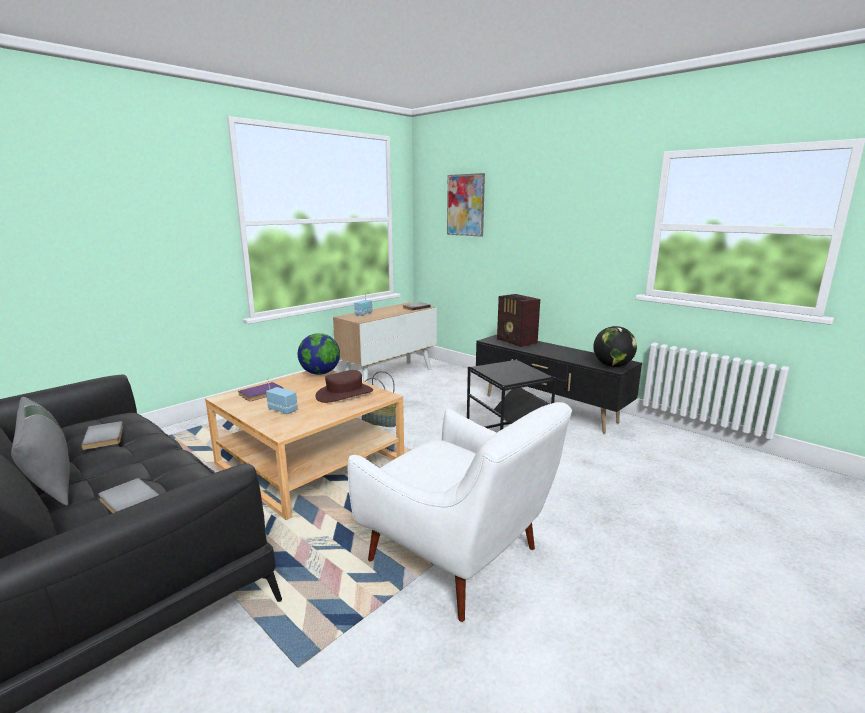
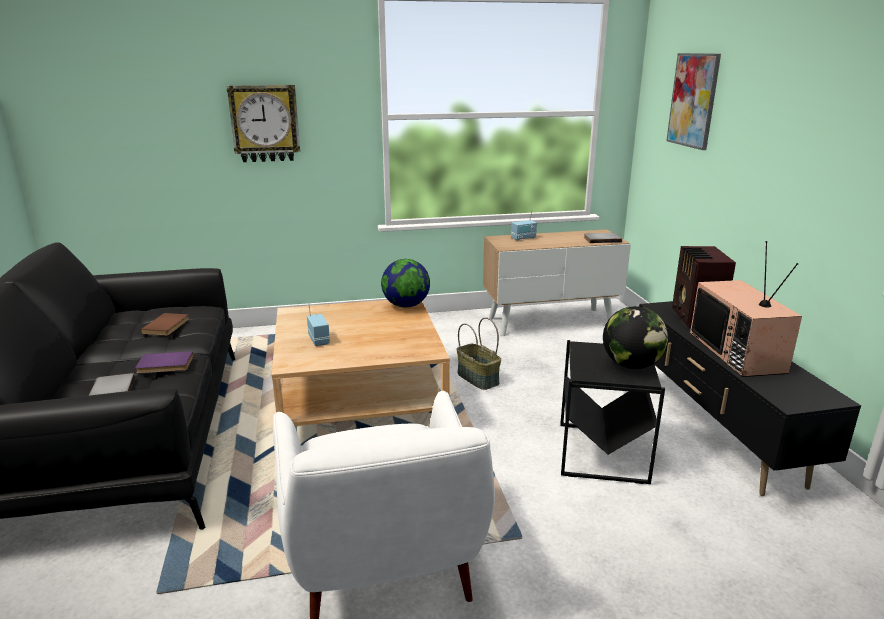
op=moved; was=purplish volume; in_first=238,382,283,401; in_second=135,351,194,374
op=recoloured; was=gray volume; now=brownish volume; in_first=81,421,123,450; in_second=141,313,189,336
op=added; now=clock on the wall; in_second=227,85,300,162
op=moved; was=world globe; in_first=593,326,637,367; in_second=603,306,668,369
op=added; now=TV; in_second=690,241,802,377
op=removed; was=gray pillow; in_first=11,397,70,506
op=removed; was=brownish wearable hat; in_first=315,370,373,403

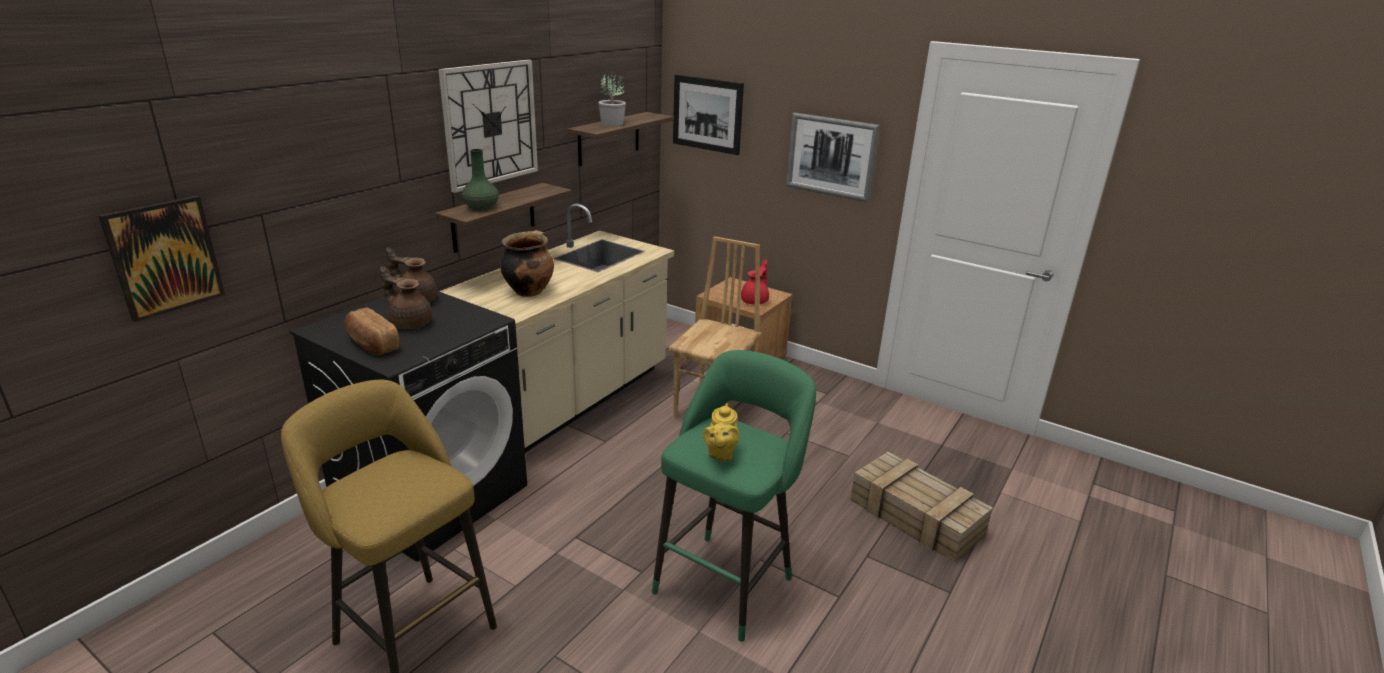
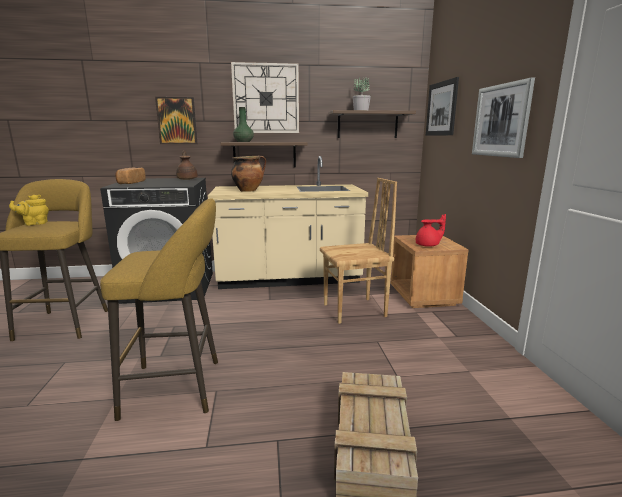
op=moved; was=yellowish teapot; in_first=703,403,739,462; in_second=9,195,49,225
op=recoloured; was=greenish stool; now=yellowish stool; in_first=652,350,816,642; in_second=100,198,218,421
op=moved; was=picture; in_first=98,195,225,322; in_second=155,97,197,144
op=removed; was=brownish teapot; in_first=380,266,432,329

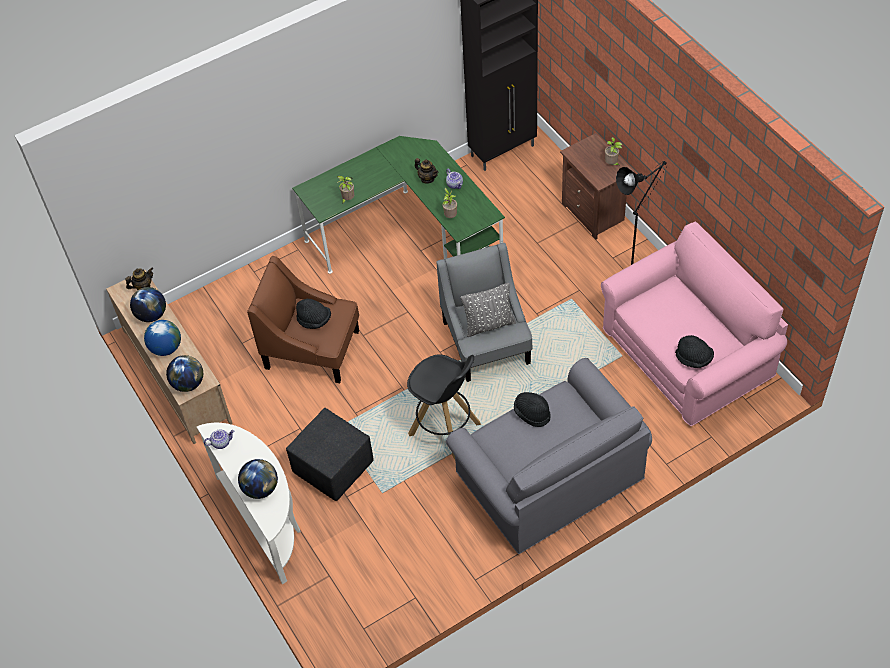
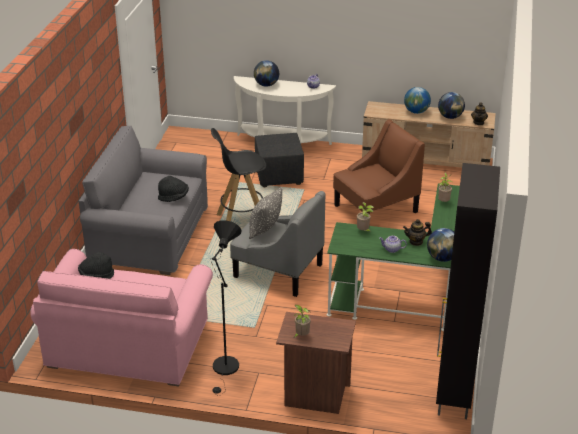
op=moved; was=world globe; in_first=166,355,203,392; in_second=427,228,454,262
op=removed; was=blackish wearable hat; in_first=296,299,331,329

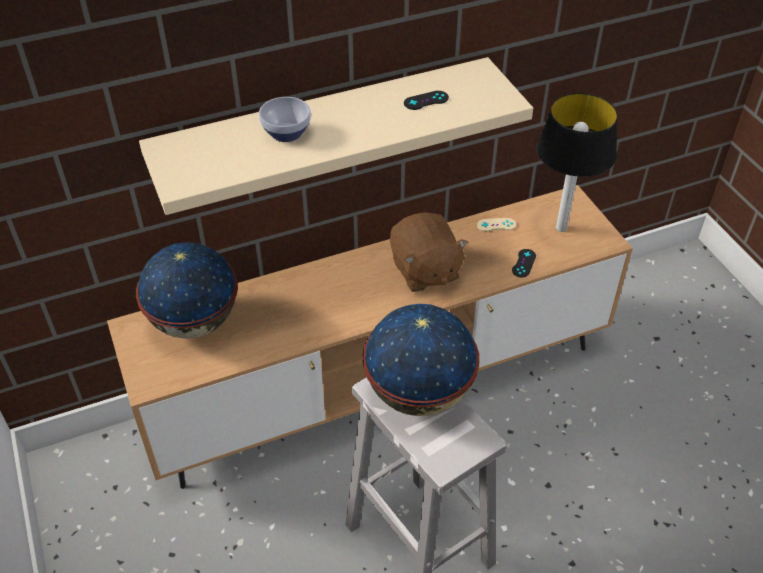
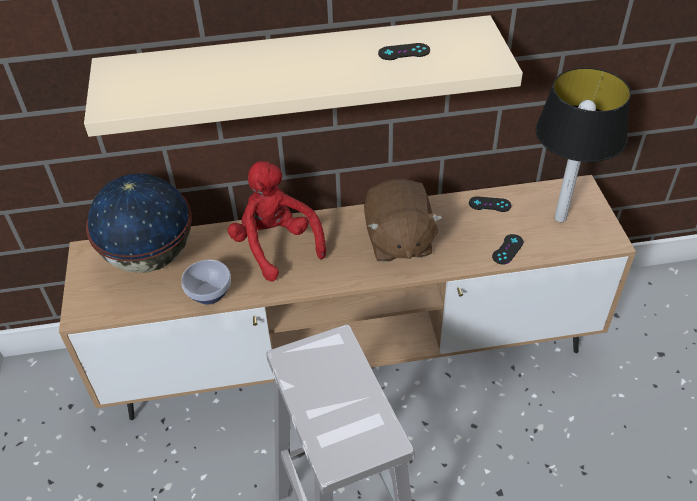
op=moved; was=bowl; in_first=259,97,311,142; in_second=181,260,231,304
op=added; now=red-coloured soft toy; in_second=228,161,326,282
op=recoloured; was=beige joypad; now=blackish joypad; in_first=477,218,516,232; in_second=469,196,512,212
op=removed; was=world globe; in_first=362,304,479,416

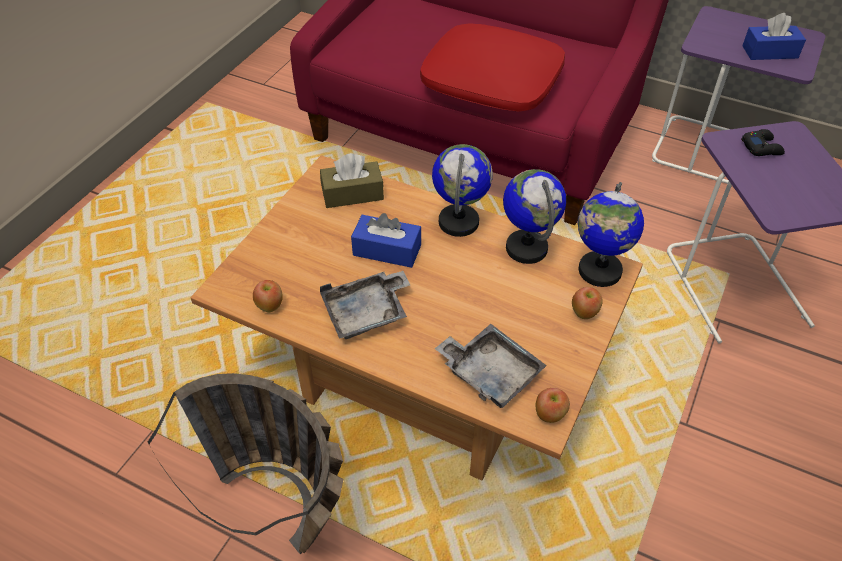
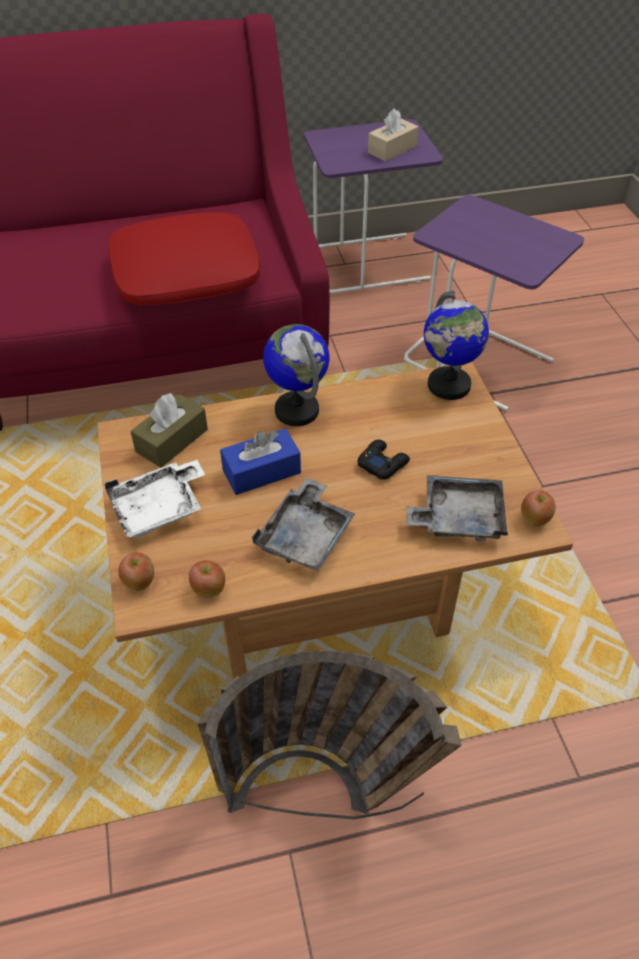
op=added; now=white serving tray; in_second=105,460,205,538
op=moved; was=whole apple; in_first=572,287,603,319; in_second=118,552,154,591
op=moved; was=blackish joypad; in_first=741,129,785,156; in_second=358,440,410,480
op=recoloured; was=blue tissue box; now=beige tissue box; in_first=742,13,806,60; in_second=368,108,419,162
op=removed; was=world globe; in_first=503,169,566,264

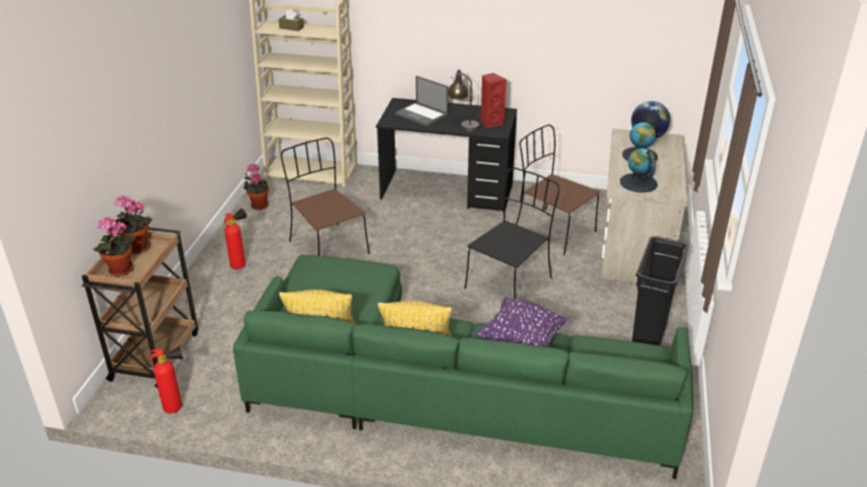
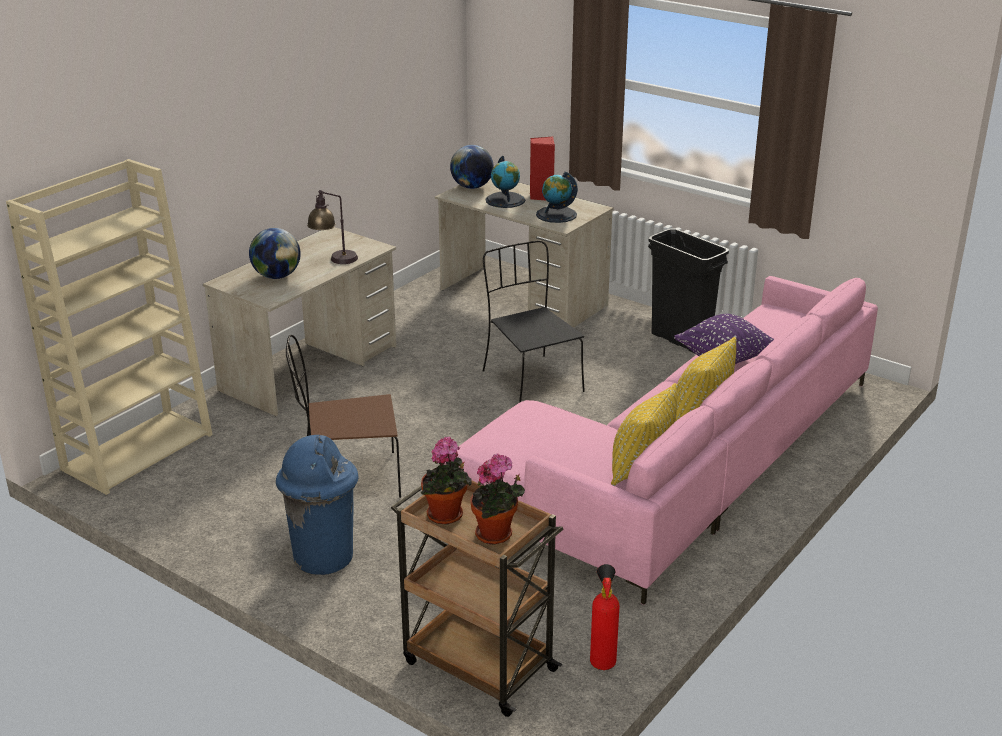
op=recoloured; was=blackish desk; now=beige desk; in_first=376,98,517,213; in_second=203,227,396,416
op=replaced; was=portable computer; now=world globe; in_first=395,76,448,126; in_second=249,228,301,279
op=replaced; was=fire-fighting cylinder; now=blue rubbish bin; in_first=224,209,247,270; in_second=276,435,358,575
op=recoloured; was=greenish couch; now=pink-coloured couch; in_first=233,254,693,479; in_second=444,276,878,605
op=moved; was=red-coloured loudspeaker; in_first=481,73,506,128; in_second=530,136,555,201
op=removed; was=houseplant; in_first=244,164,269,210
op=removed; was=brownish tissue box; in_first=278,9,304,31
op=removed; was=brownish upright chair; in_first=516,124,600,255

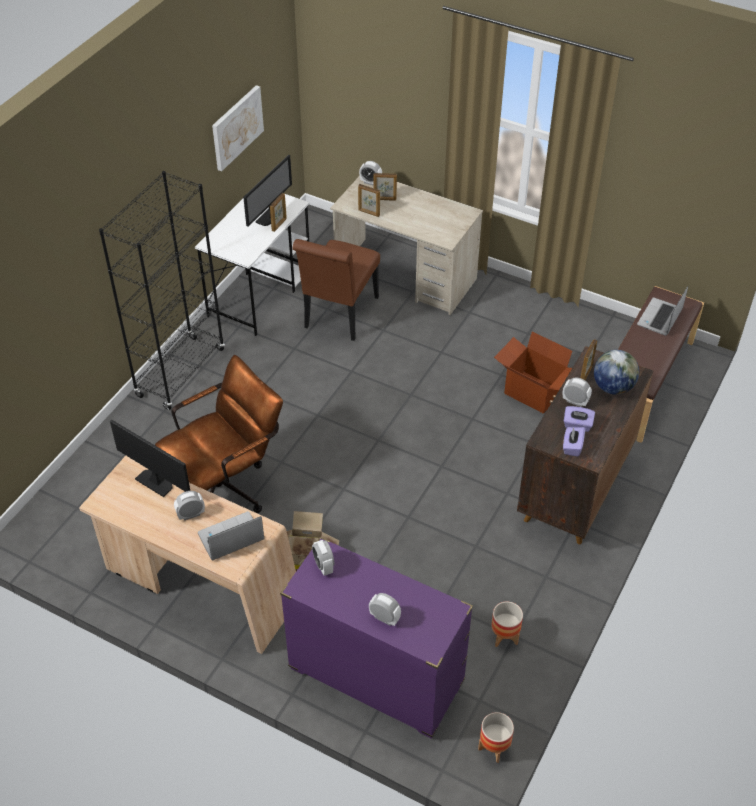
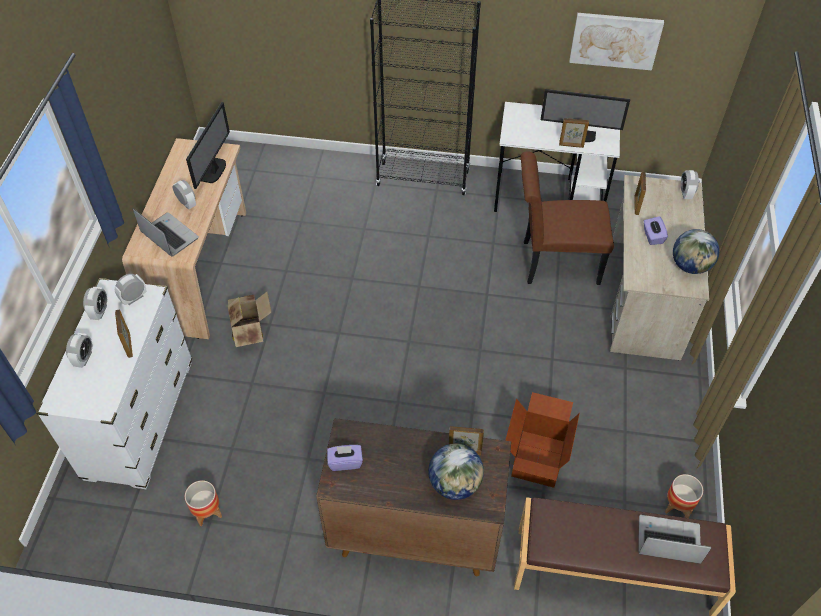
op=recoloured; was=purplish drawer chest; now=white drawer chest; in_first=280,537,473,739; in_second=36,278,192,489
op=moved; was=table clock; in_first=563,378,592,407; in_second=83,287,108,320
op=moved; was=photo frame; in_first=374,173,397,201; in_second=115,309,133,358
op=moved; was=purplish tissue box; in_first=564,406,595,432; in_second=644,216,668,245
op=moved; was=flower pot; in_first=478,712,514,763; in_second=665,474,703,518
op=added; now=world globe; in_second=673,229,720,274
op=removed; was=brownish office chair; in_first=155,355,283,513

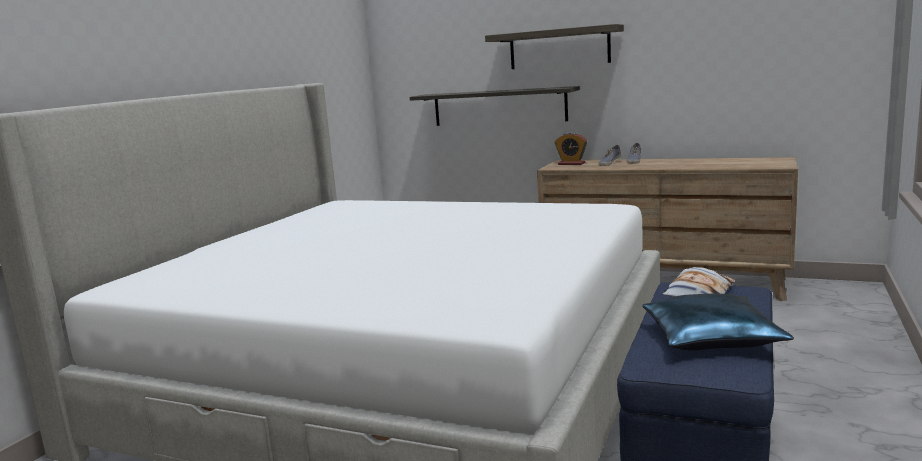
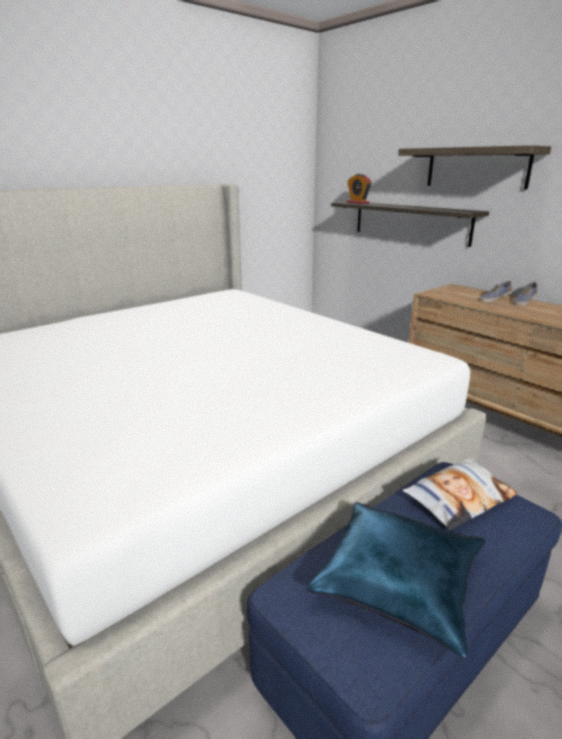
op=moved; was=table clock; in_first=555,132,587,165; in_second=347,174,372,204

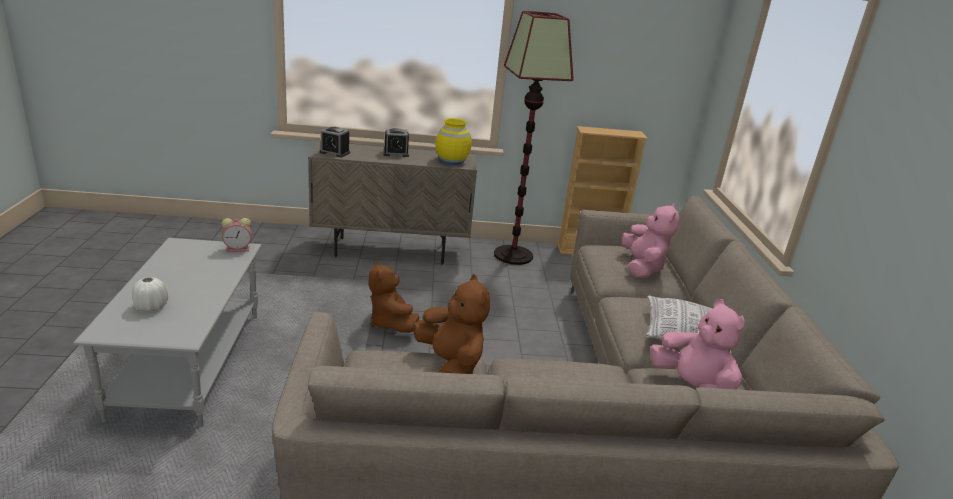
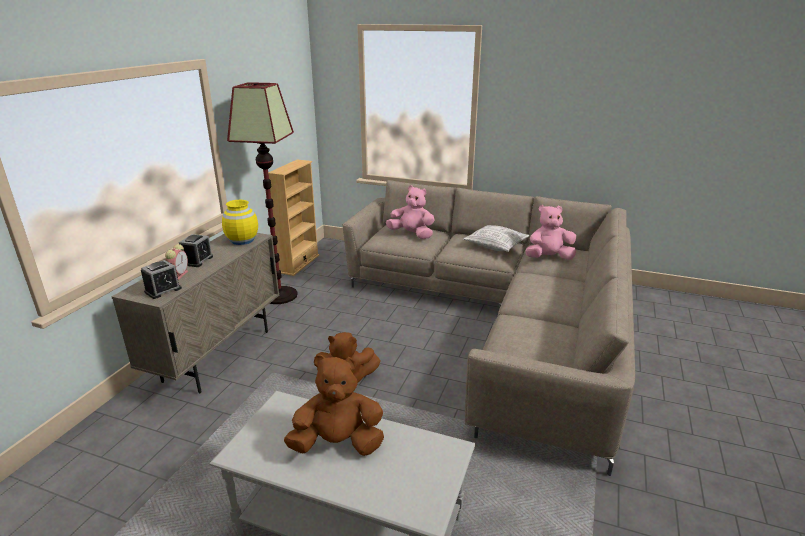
op=moved; was=table clock; in_first=222,218,252,252; in_second=165,244,188,280
op=moved; was=brownish soft toy; in_first=413,274,490,374; in_second=284,355,384,456
op=removed; was=white vase; in_first=132,277,168,312

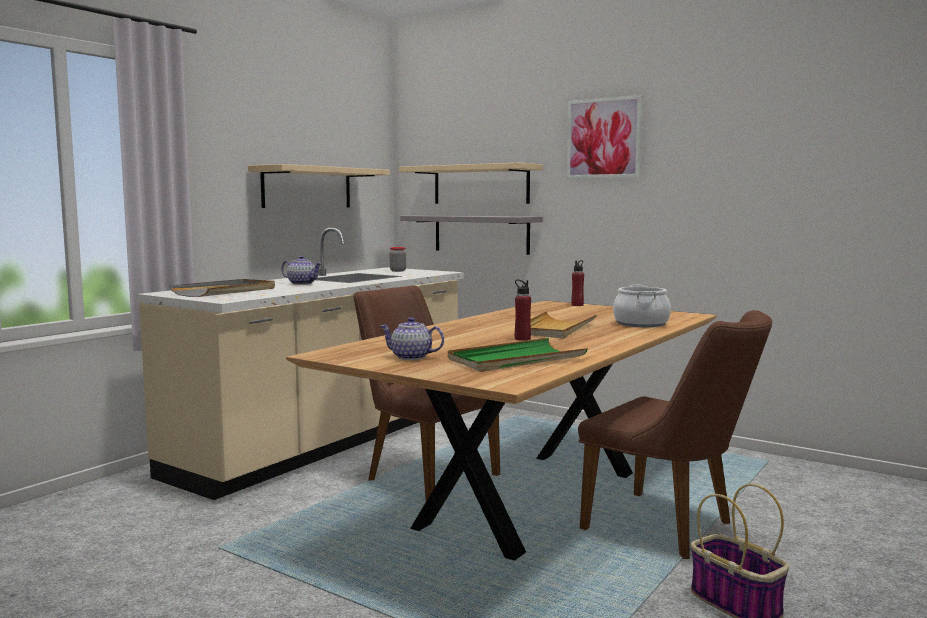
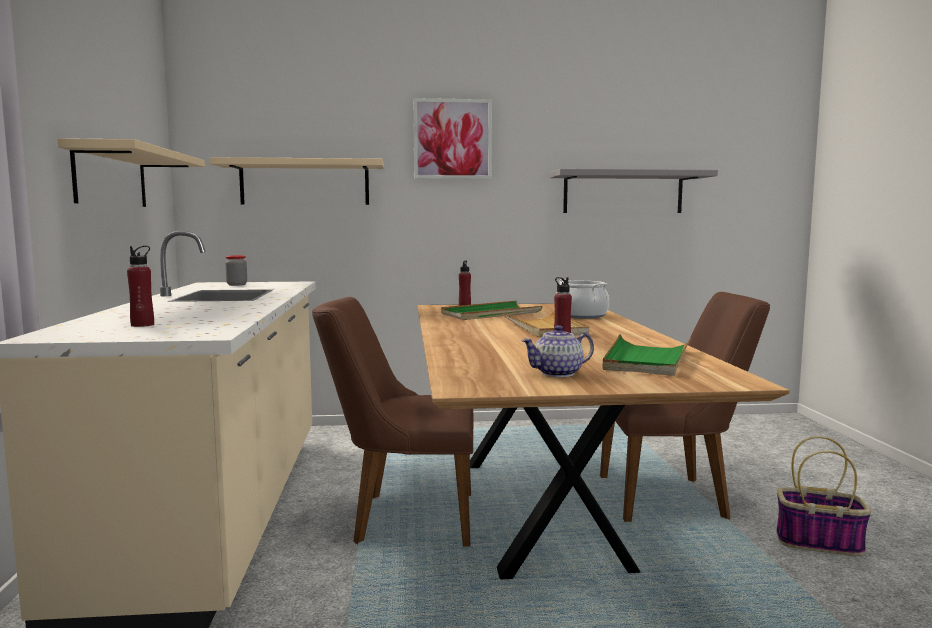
op=replaced; was=gray serving tray; now=red-coloured bottle; in_first=169,279,275,297; in_second=127,246,154,327
op=added; now=greenish serving tray; in_second=441,301,542,320
op=moved; was=gray shelf; in_first=400,215,543,255; in_second=549,169,718,213
op=removed; was=teapot; in_first=281,256,322,285

